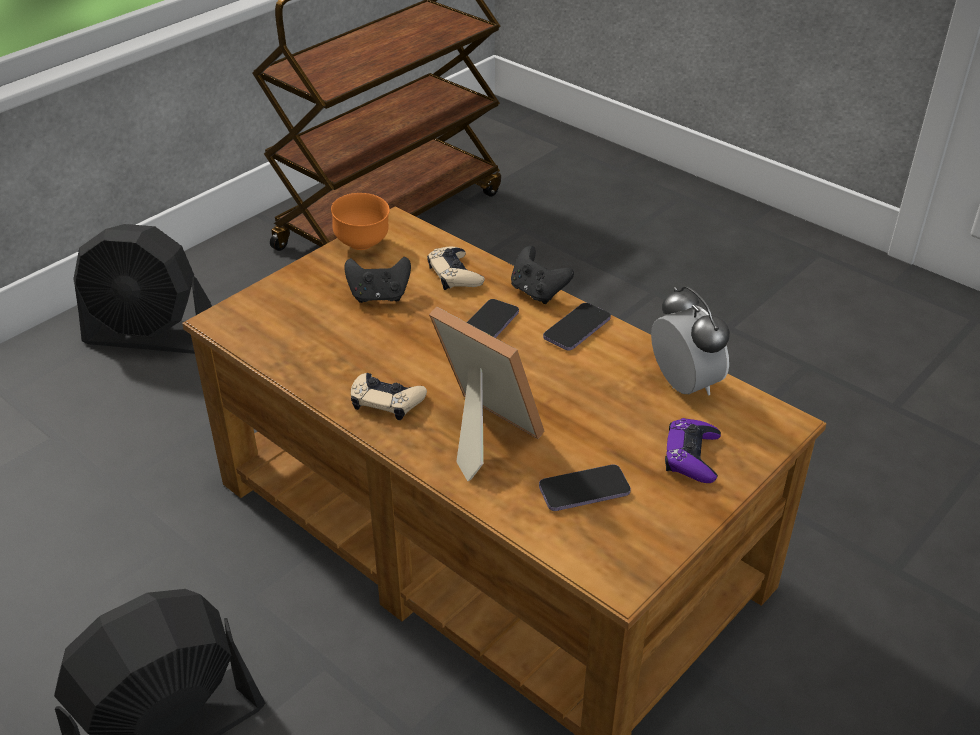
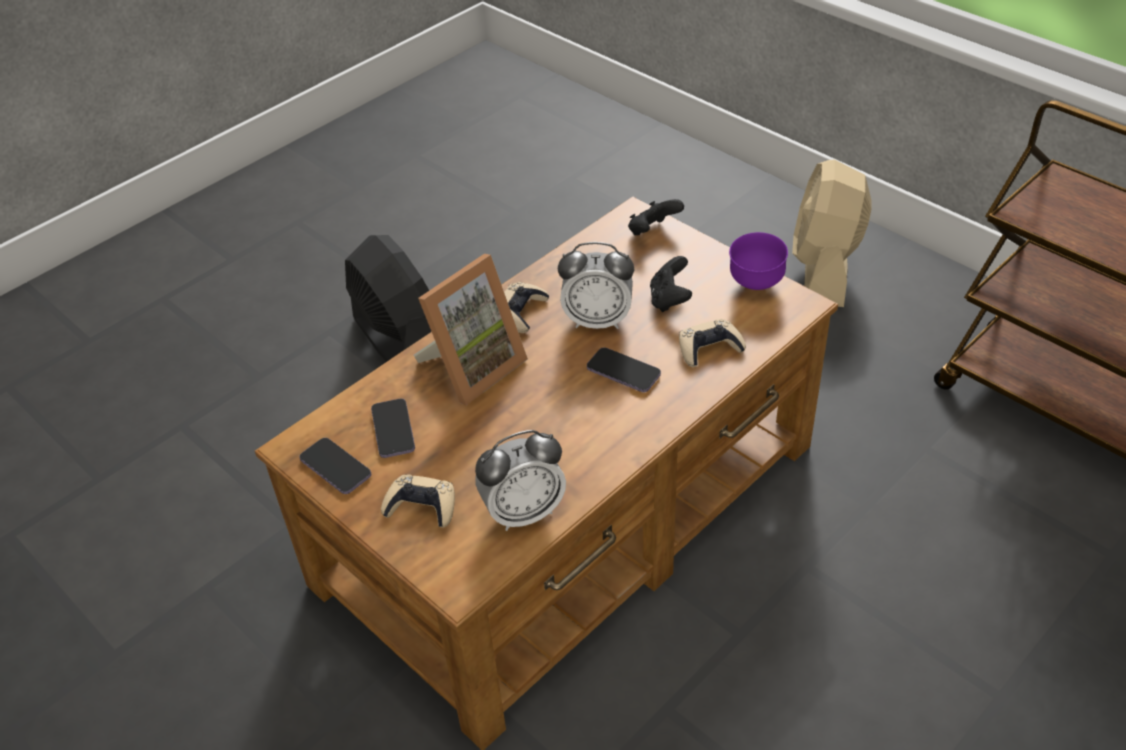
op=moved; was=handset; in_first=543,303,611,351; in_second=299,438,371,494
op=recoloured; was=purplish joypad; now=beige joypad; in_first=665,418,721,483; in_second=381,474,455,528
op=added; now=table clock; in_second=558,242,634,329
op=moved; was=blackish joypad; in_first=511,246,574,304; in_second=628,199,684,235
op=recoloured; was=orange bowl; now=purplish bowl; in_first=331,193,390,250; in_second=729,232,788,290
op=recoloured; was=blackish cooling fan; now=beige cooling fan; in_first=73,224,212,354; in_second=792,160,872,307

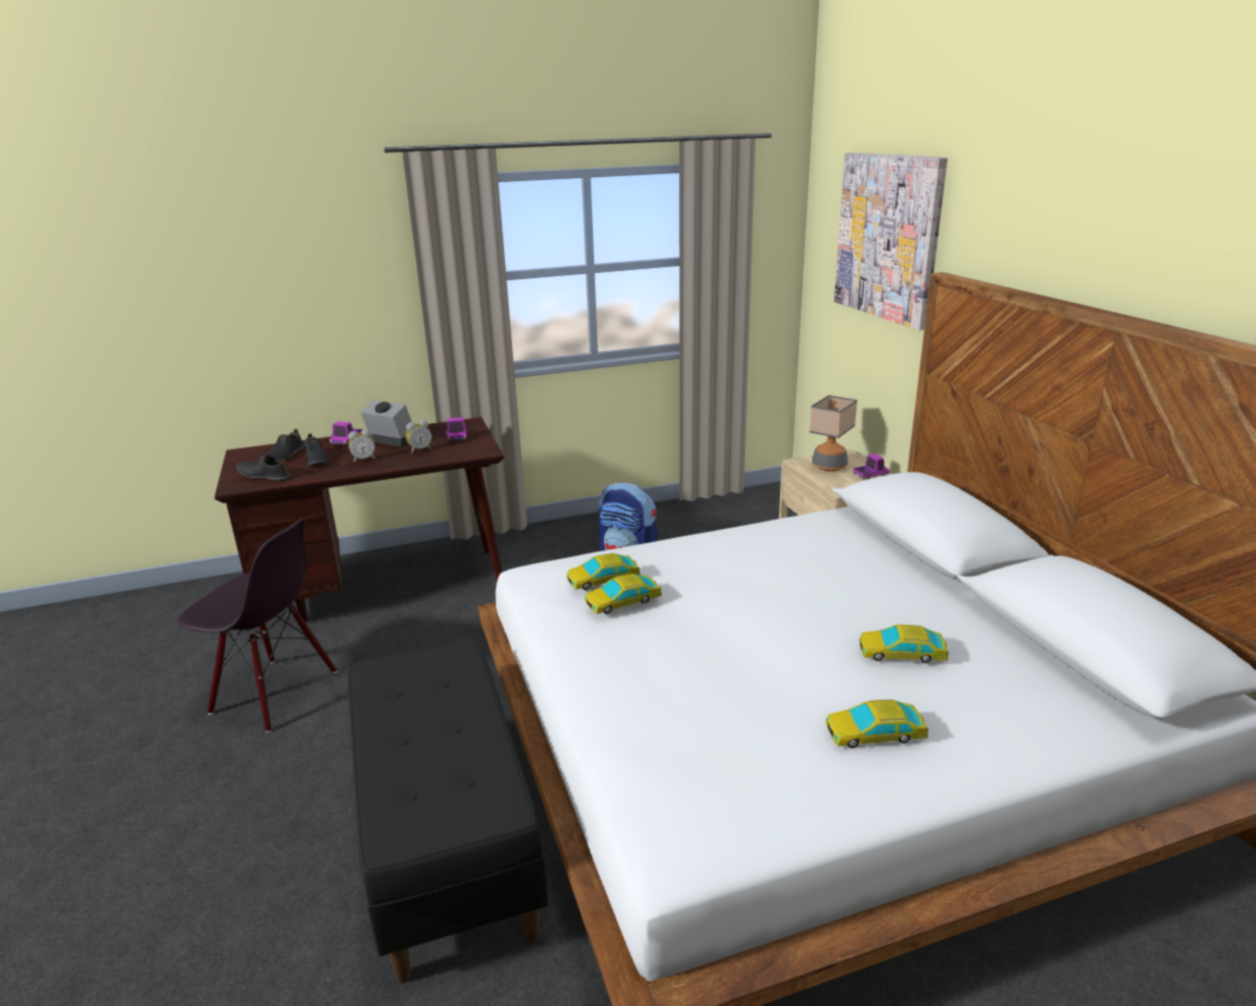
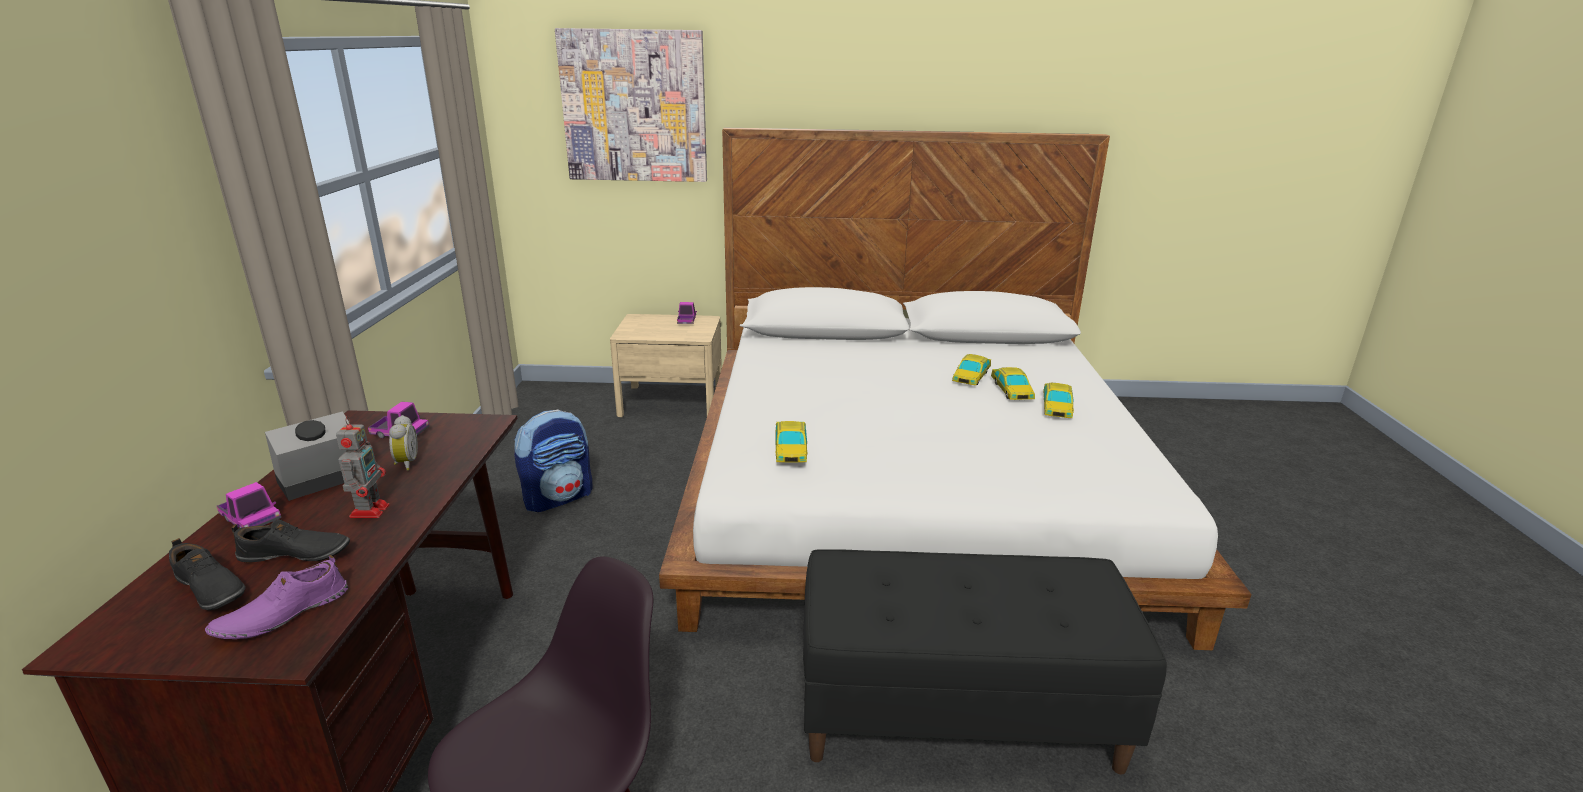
op=recoloured; was=blackish shoe; now=purplish shoe; in_first=236,455,291,481; in_second=205,555,348,639
op=replaced; was=table clock; now=model robot; in_first=348,429,375,463; in_second=336,416,389,518
op=moved; was=toy car; in_first=585,573,662,614; in_second=991,367,1035,400
op=removed; was=tabletop lamp; in_first=809,395,857,471

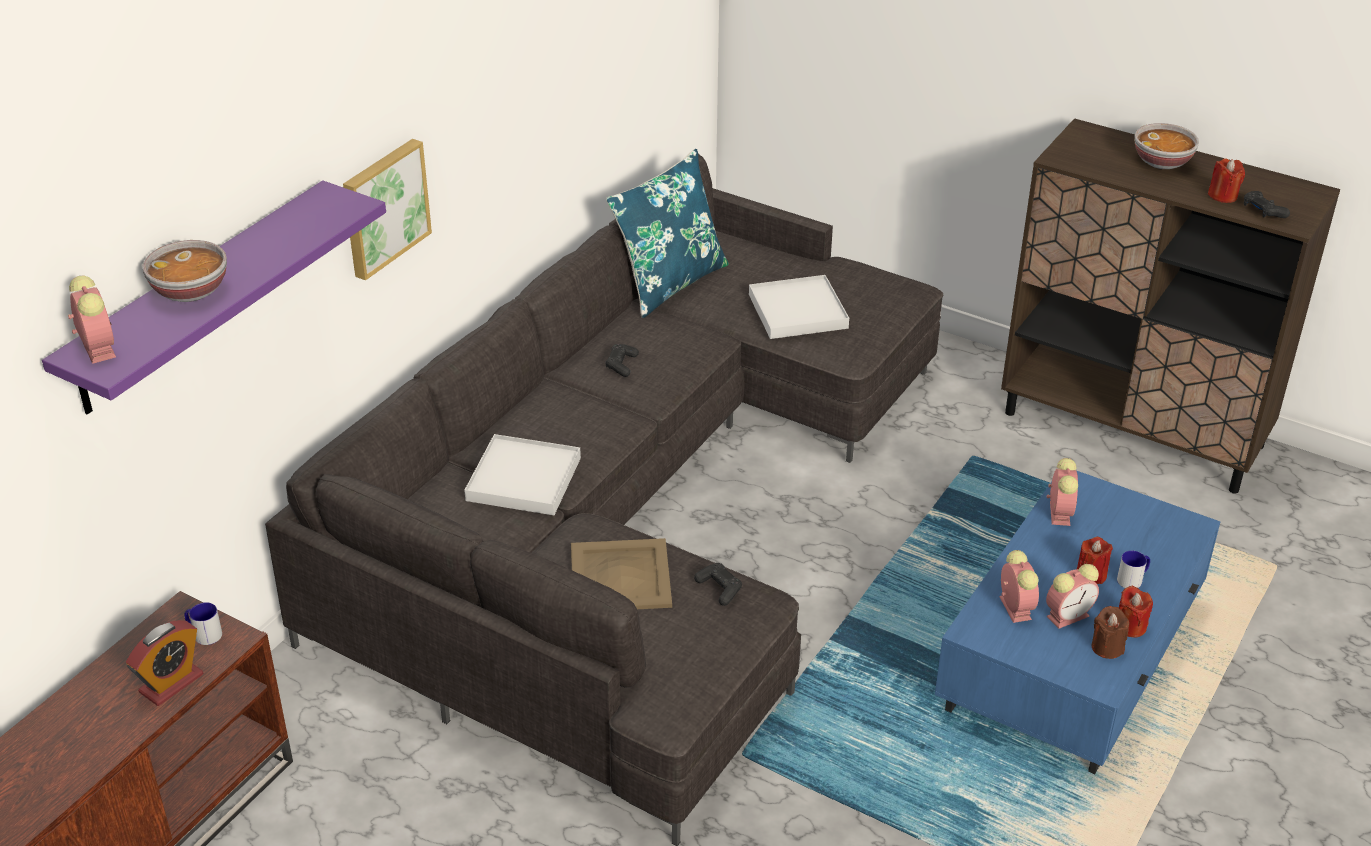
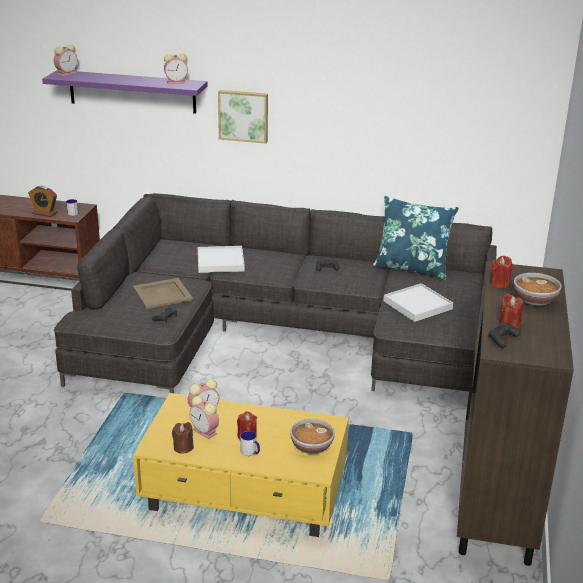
op=recoloured; was=blue lounge table; now=yellowish lounge table; in_first=935,470,1220,774; in_second=133,393,349,537
op=moved; was=table clock; in_first=1047,458,1078,526; in_second=164,53,188,84
op=moved; was=bowl; in_first=142,240,227,302; in_second=290,419,335,454
op=moved; was=red-coloured wax candle; in_first=1119,586,1153,637; in_second=490,256,513,288

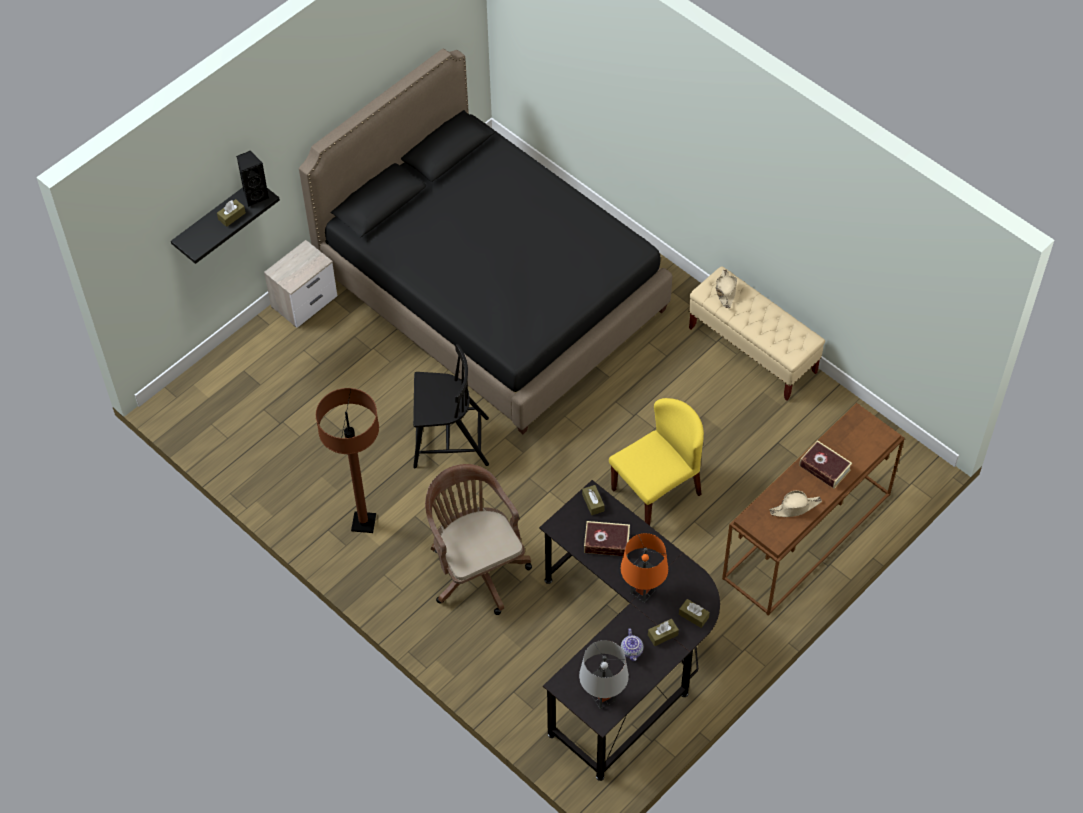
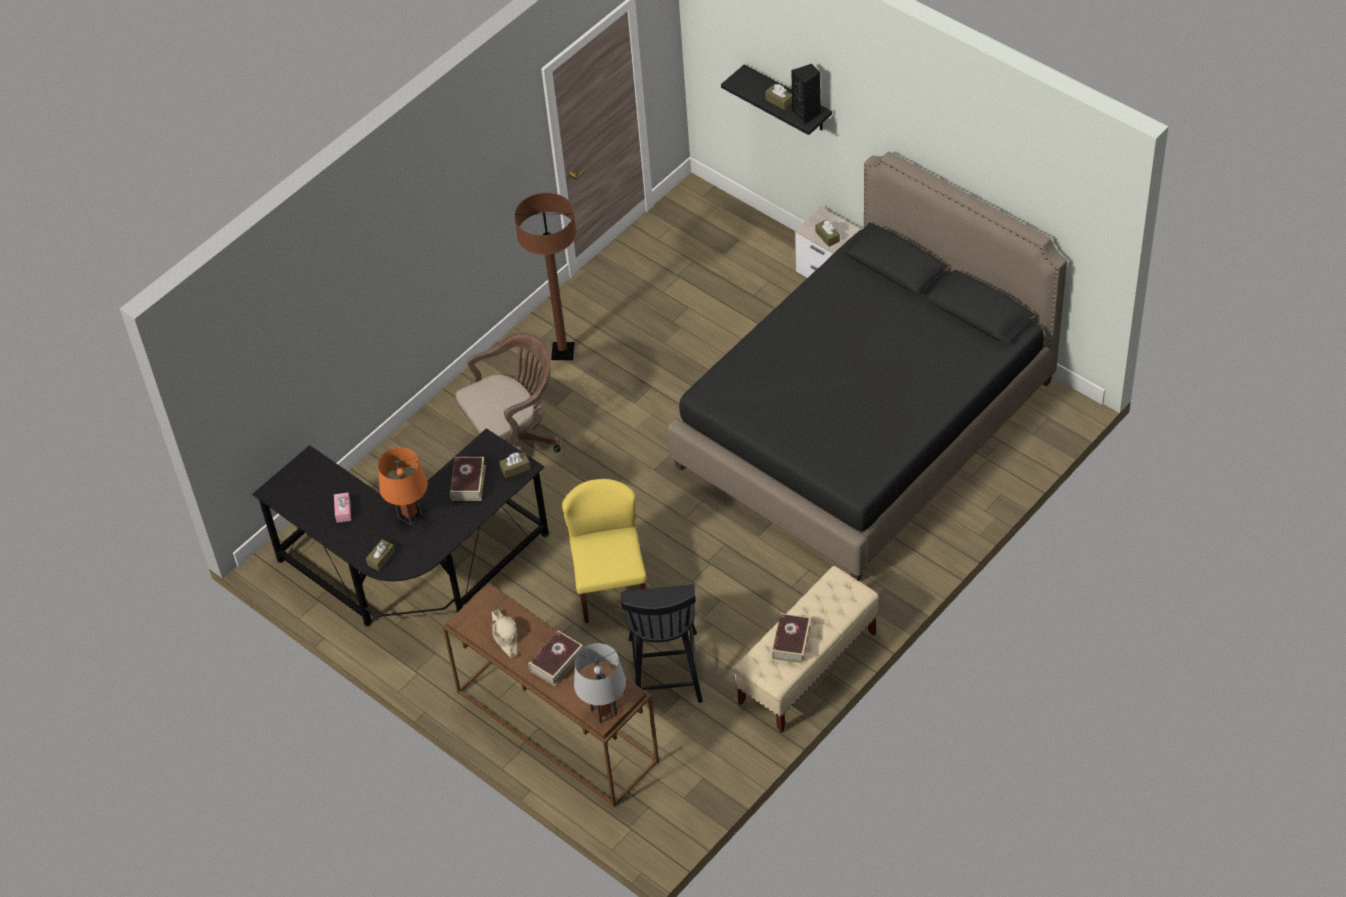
op=replaced; was=teapot; now=pink-coloured tissue box; in_first=621,628,643,661; in_second=334,493,351,523
op=turned; was=yellowish upright chair; in_first=609,398,704,526; in_second=562,479,646,623; clockwise=-150
op=moved; was=gray tabletop lamp; in_first=579,640,629,709; in_second=574,643,626,724
op=moved; was=blackish upright chair; in_first=413,344,489,468; in_second=621,585,703,703
op=added; now=volume; in_second=772,613,811,663
op=moved; was=brownish tissue box; in_first=648,619,679,646; in_second=815,220,840,247
op=removed; was=beige wearable hat; in_first=716,270,737,308

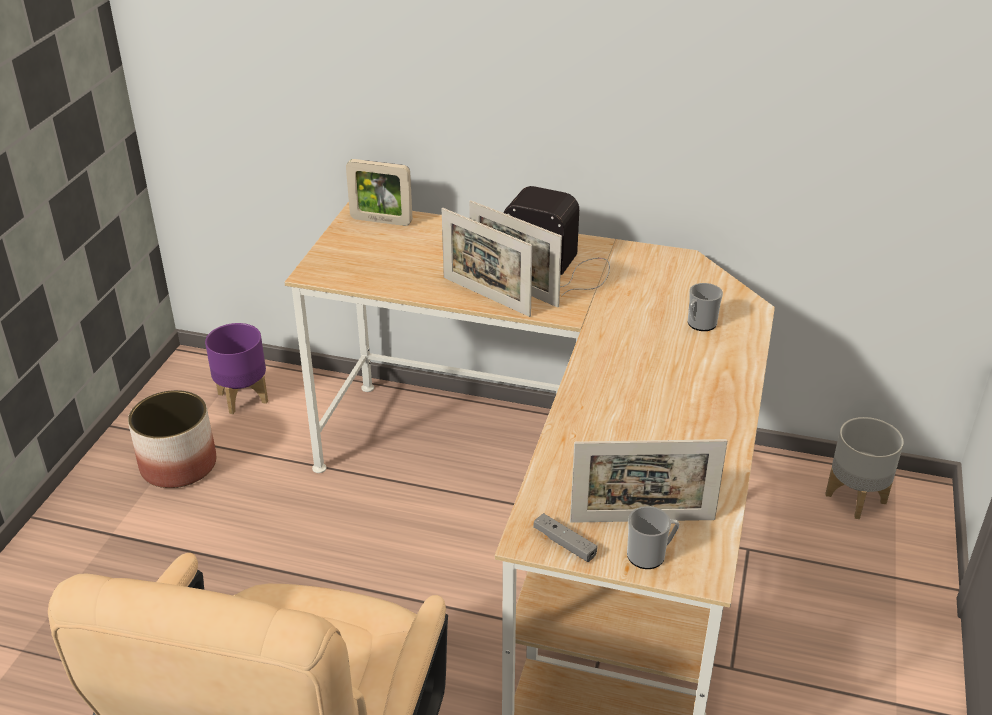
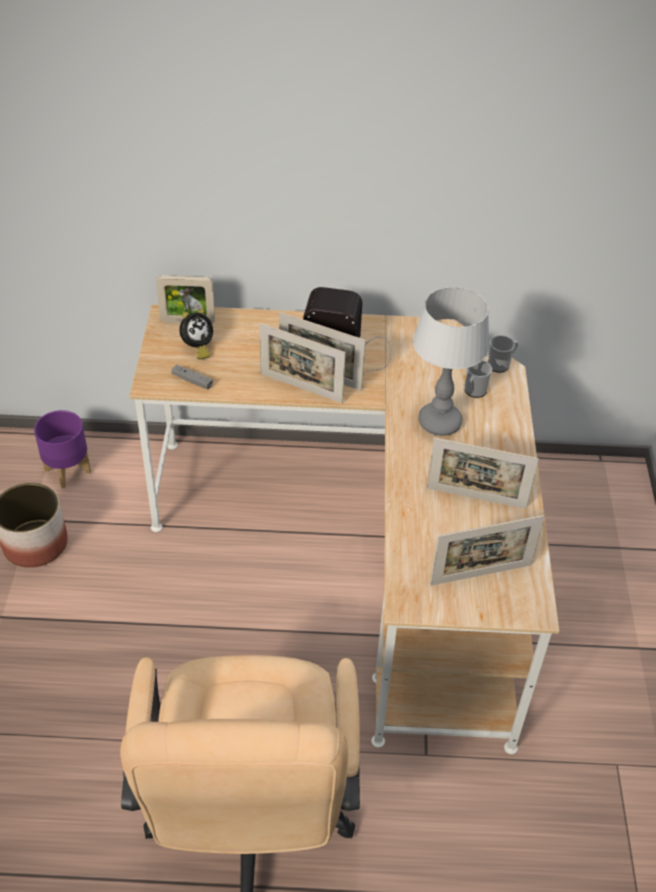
op=moved; was=gray joypad; in_first=533,513,597,562; in_second=171,365,213,389
op=added; now=table clock; in_second=179,309,213,359
op=added; now=tabletop lamp; in_second=413,287,490,436
op=added; now=photo frame; in_second=427,437,539,509
op=moved; was=coffee mug; in_first=627,506,679,569; in_second=487,335,518,373
op=removed; was=gray flower pot; in_first=826,417,904,519

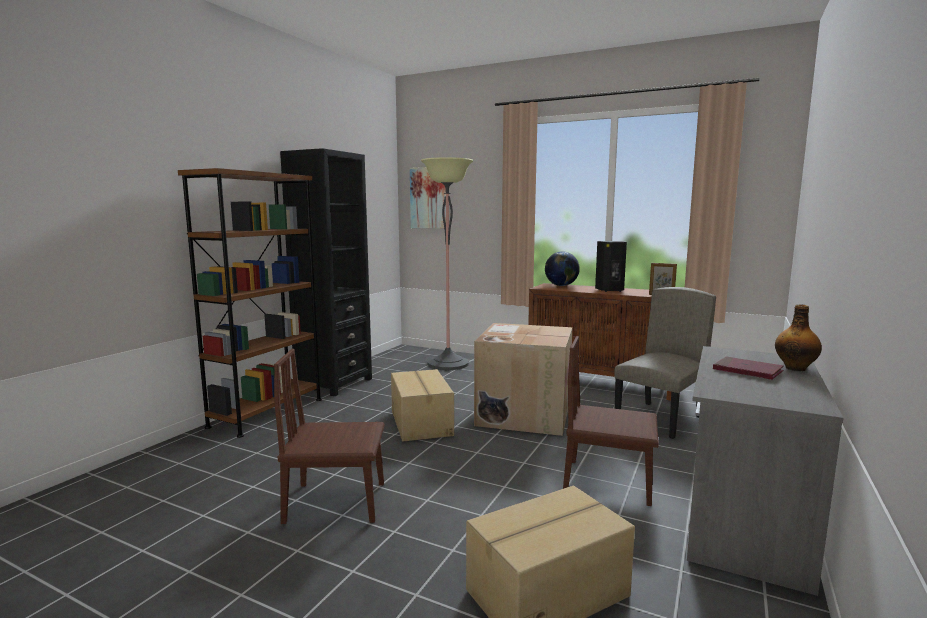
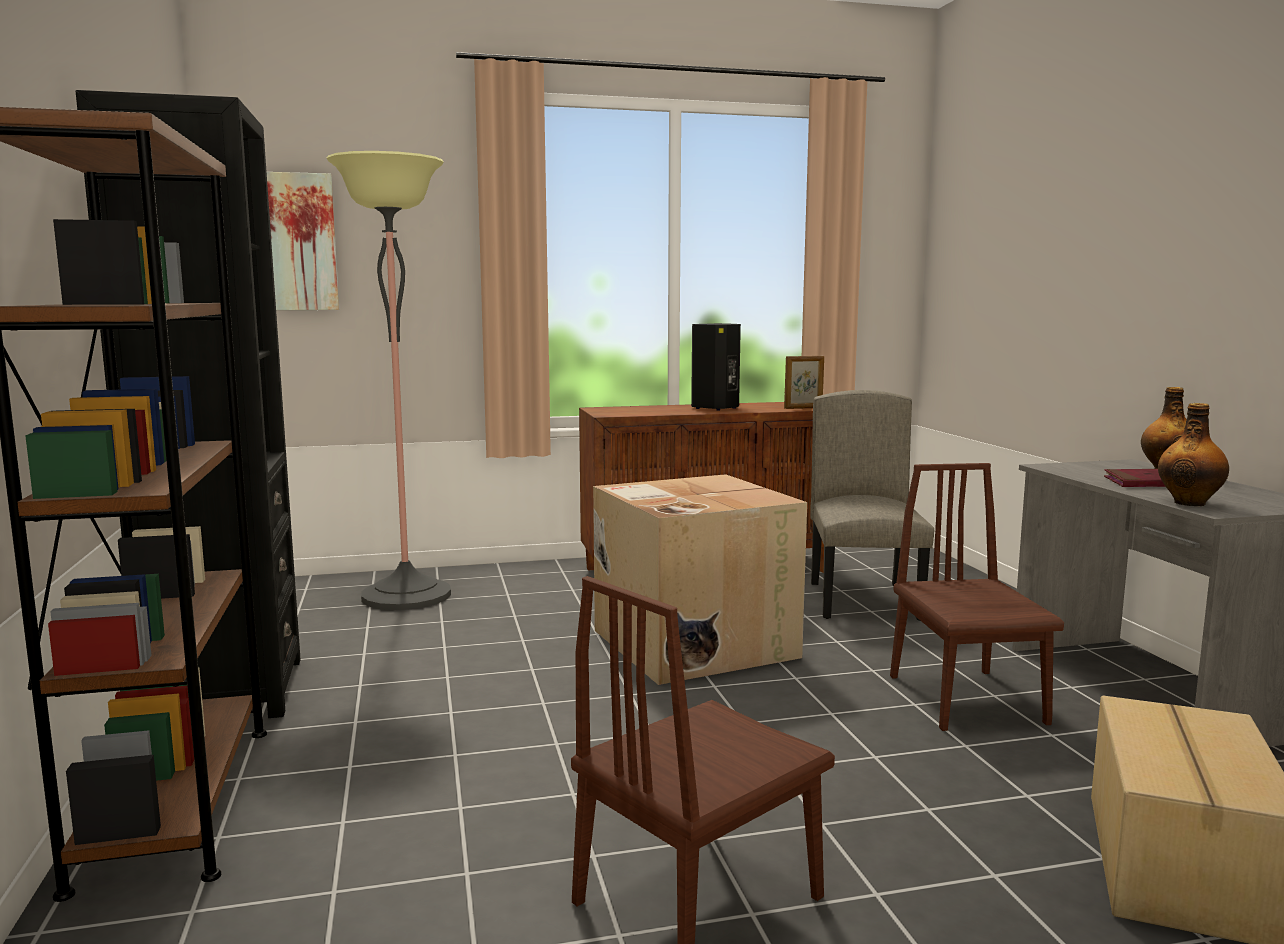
op=turned; was=brownish upright chair; in_first=563,336,659,506; in_second=890,463,1064,731; clockwise=105
op=added; now=bottle; in_second=1158,403,1229,506
op=removed; was=packing box; in_first=391,369,454,442
op=removed; was=world globe; in_first=545,251,580,286

